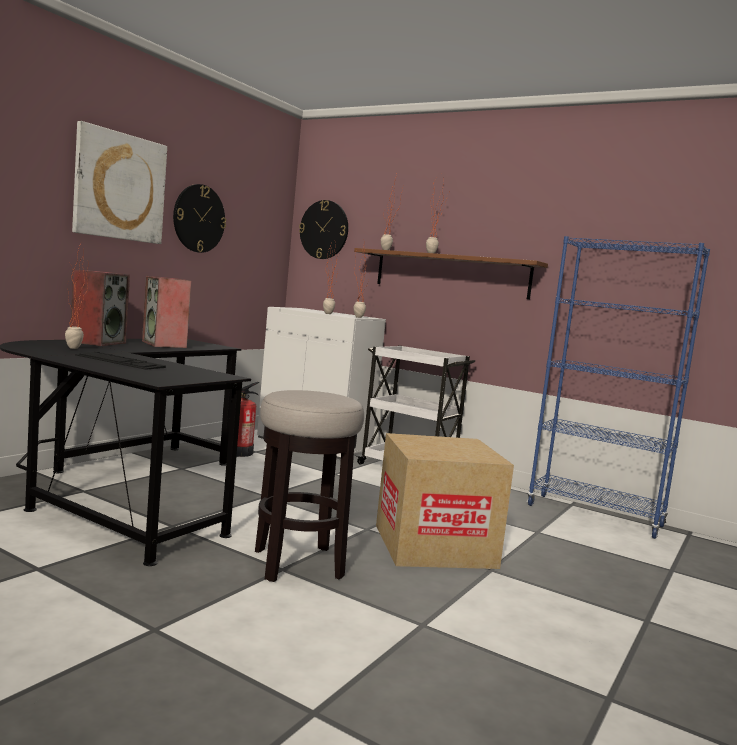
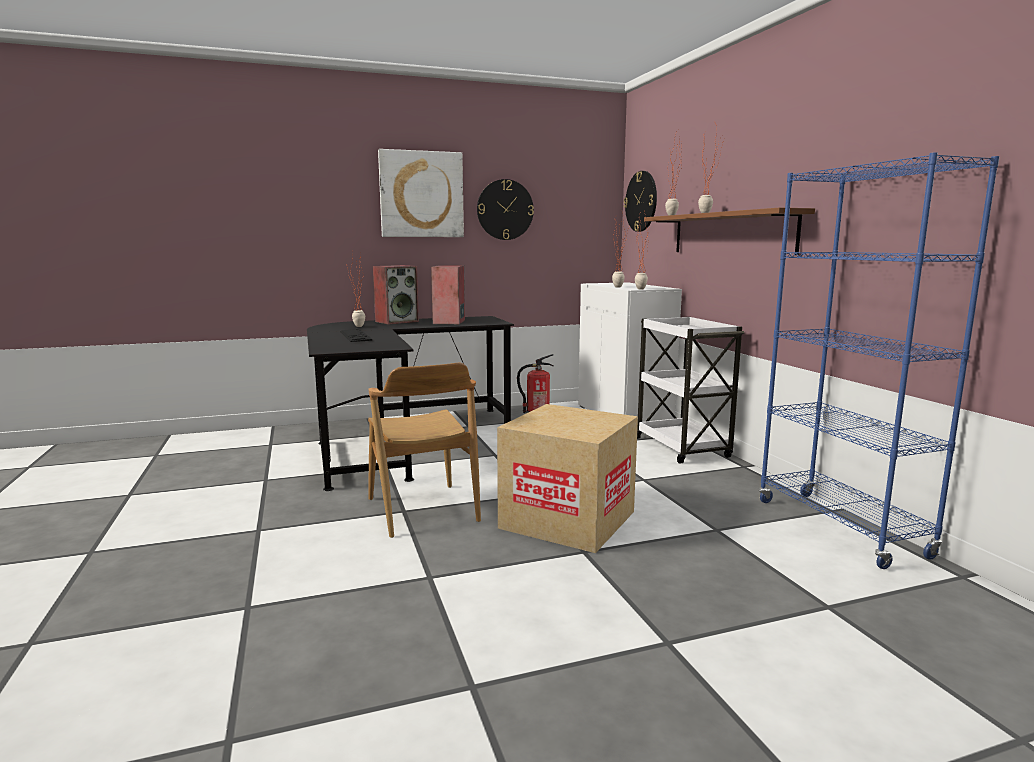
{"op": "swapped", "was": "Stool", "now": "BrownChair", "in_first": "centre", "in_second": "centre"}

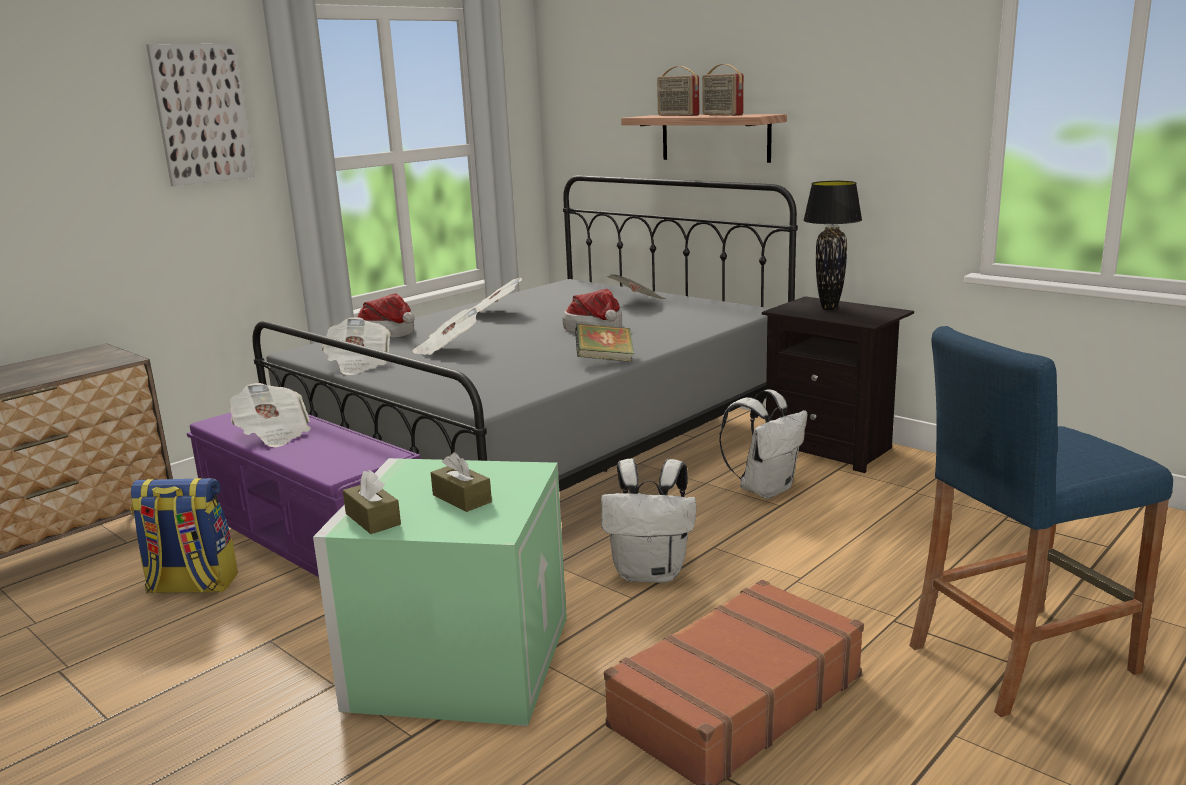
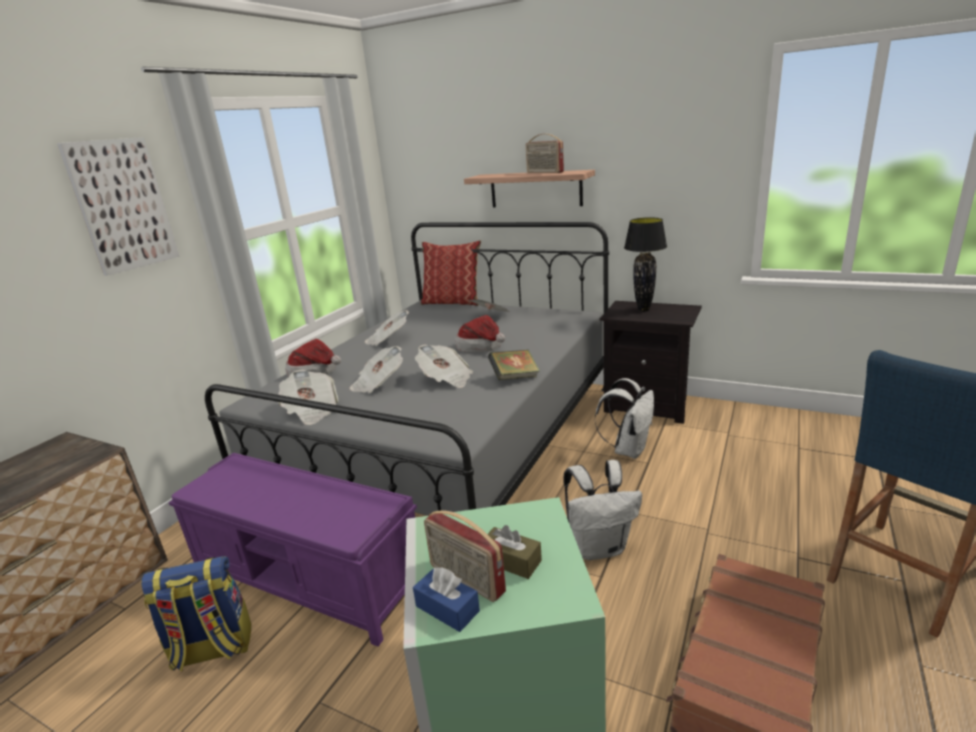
{"op": "new", "now": "Pillow", "in_second": "centre"}
{"op": "shifted", "was": "Newspaper (no. 1 from left in the first image)", "now": "Newspaper (no. 4 from left)", "in_first": "middle left", "in_second": "centre"}
{"op": "shifted", "was": "Radio (no. 1 from left)", "in_first": "top centre", "in_second": "bottom centre"}
{"op": "repainted", "was": "BrownTissueBox (no. 1 from left)", "now": "BlueTissueBox", "in_first": "middle left", "in_second": "bottom centre"}

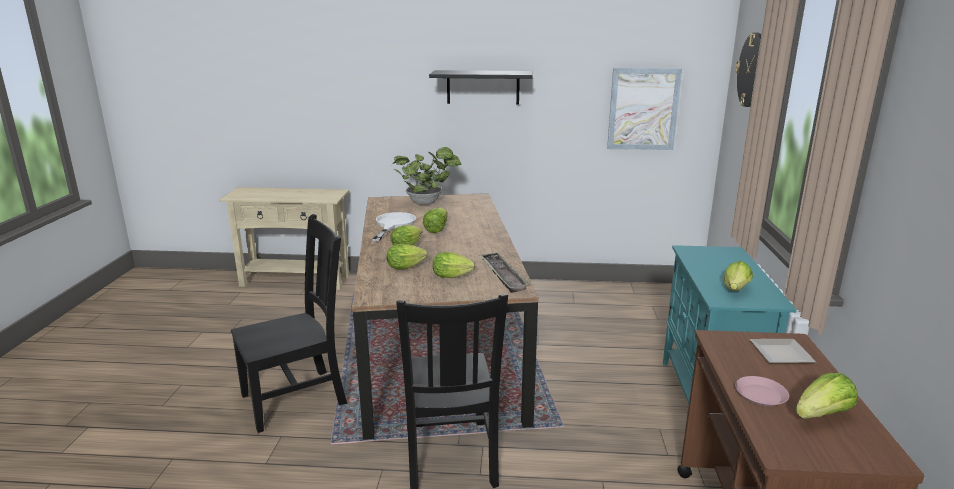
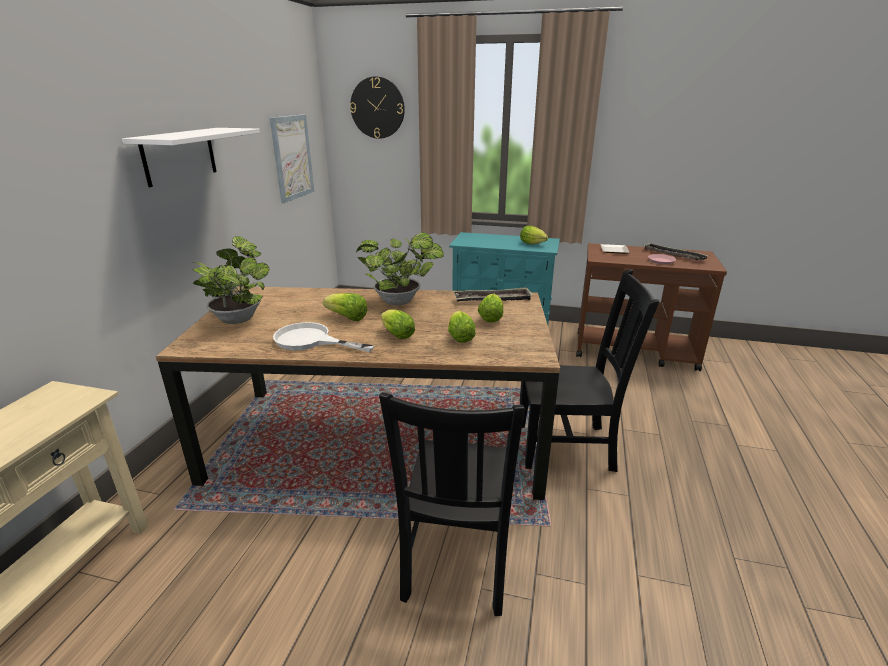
{"op": "new", "now": "PottedPlant (no. 2 from left)", "in_second": "centre"}
{"op": "swapped", "was": "Lettuce (no. 6 from left)", "now": "Tray (no. 2 from left)", "in_first": "bottom right", "in_second": "middle right"}
{"op": "repainted", "was": "BlackShelf", "now": "WhiteShelf", "in_first": "top centre", "in_second": "top left"}
{"op": "rotated", "was": "BlackChair (no. 1 from left)", "in_first": "middle left", "in_second": "bottom centre", "clockwise": -150}

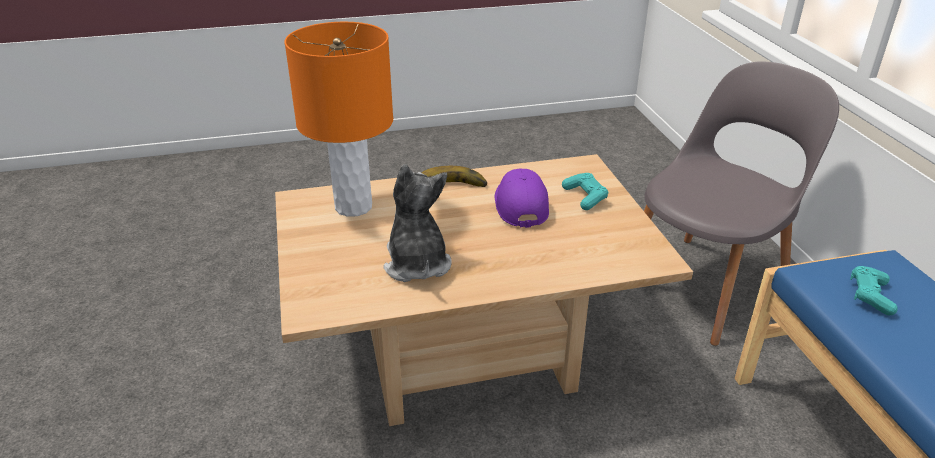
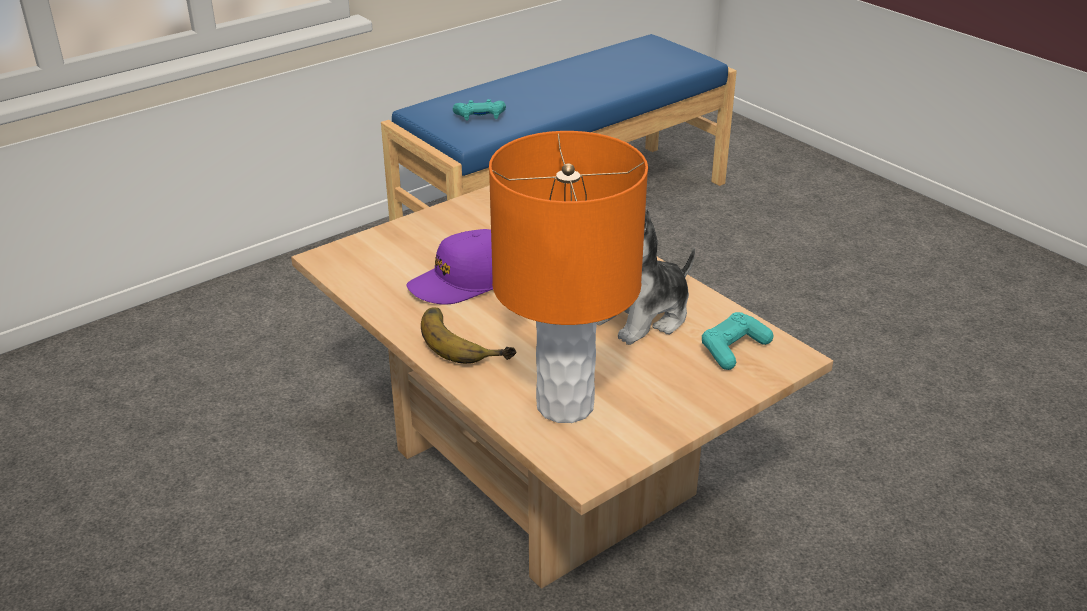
{"op": "gone", "was": "GreyChair", "in_first": "middle right"}
{"op": "shifted", "was": "TurquoiseGameController (no. 1 from left in the first image)", "now": "TurquoiseGameController (no. 2 from left)", "in_first": "centre", "in_second": "middle right"}

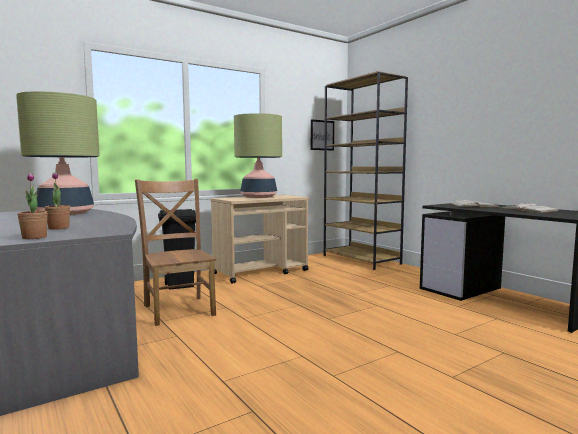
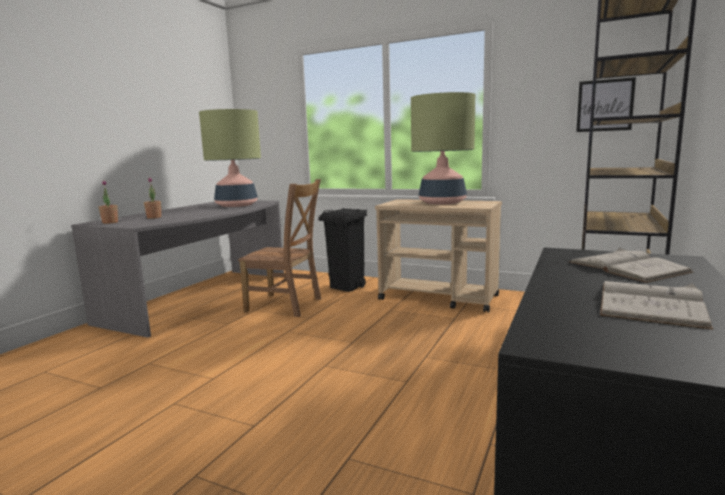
{"op": "rotated", "was": "BrownChair", "in_first": "middle left", "in_second": "centre", "clockwise": 75}

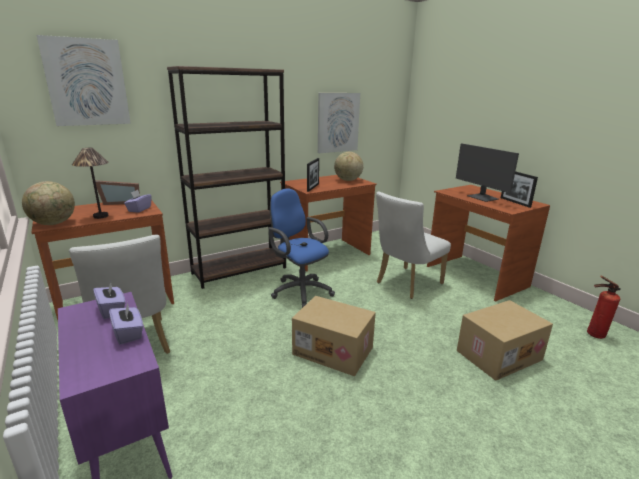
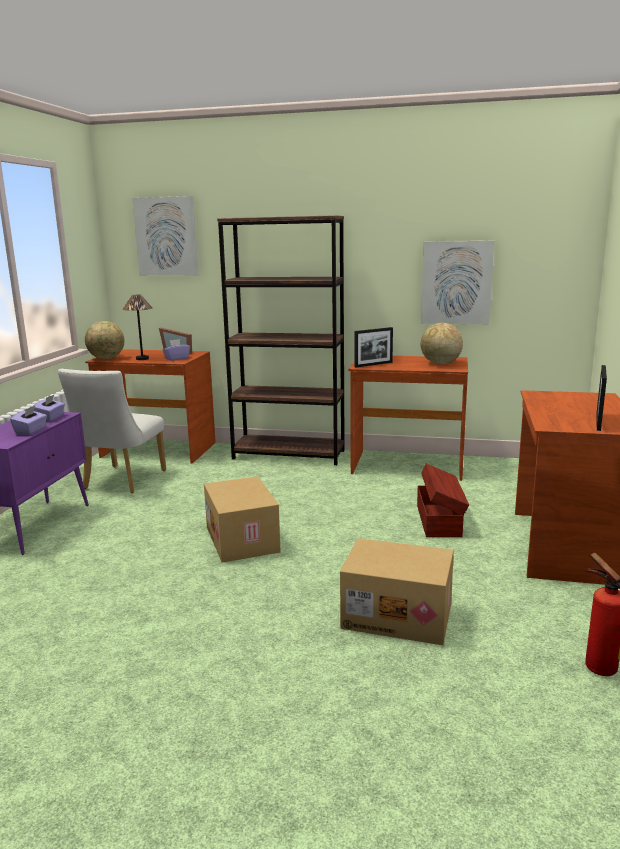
{"op": "gone", "was": "BlueOfficeChair", "in_first": "centre"}
{"op": "gone", "was": "Monitor", "in_first": "middle right"}
{"op": "swapped", "was": "WhiteChair (no. 2 from left)", "now": "BrownStorageBox", "in_first": "centre", "in_second": "middle right"}

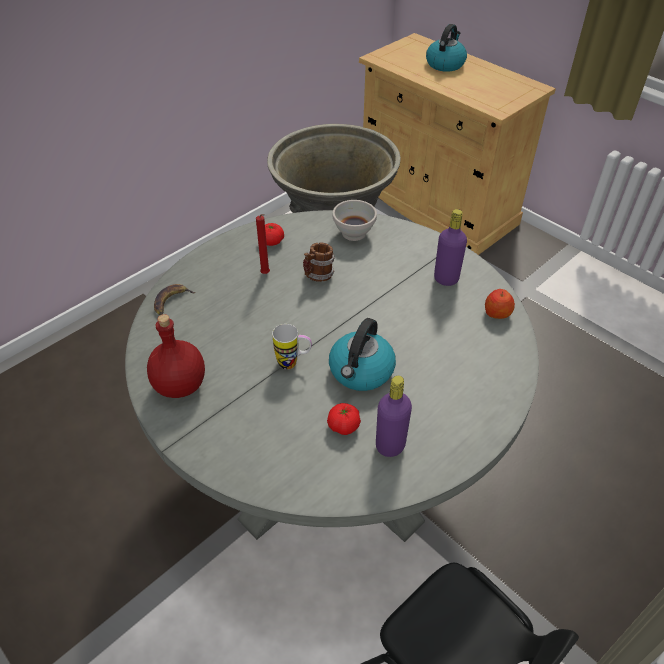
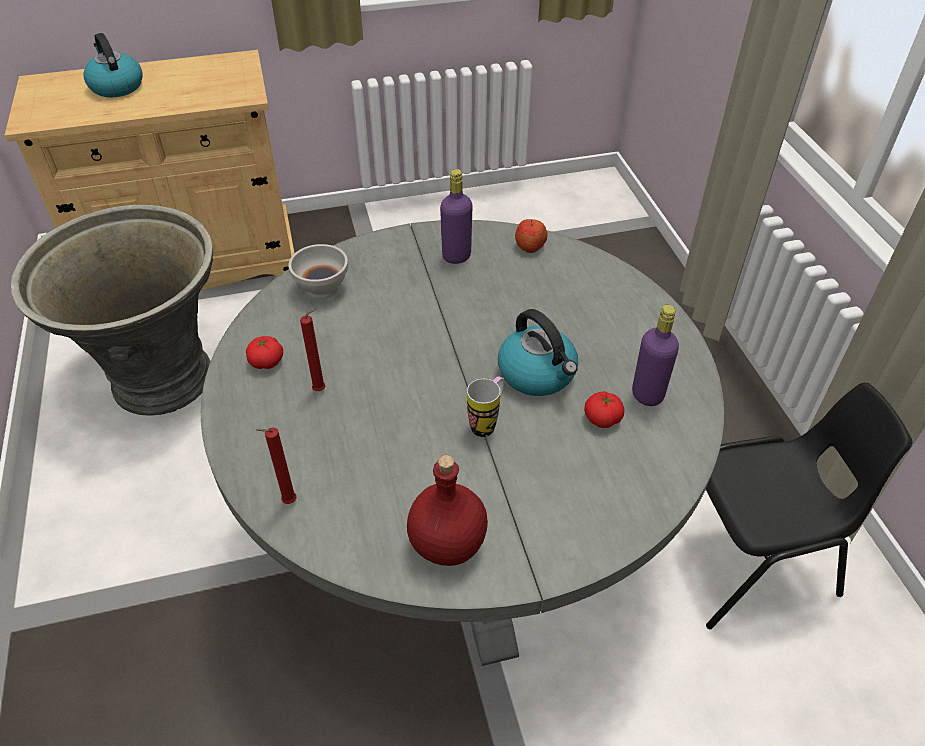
{"op": "gone", "was": "Mug (no. 2 from left)", "in_first": "centre"}
{"op": "swapped", "was": "Banana", "now": "RedCandle (no. 1 from left)", "in_first": "middle left", "in_second": "middle left"}

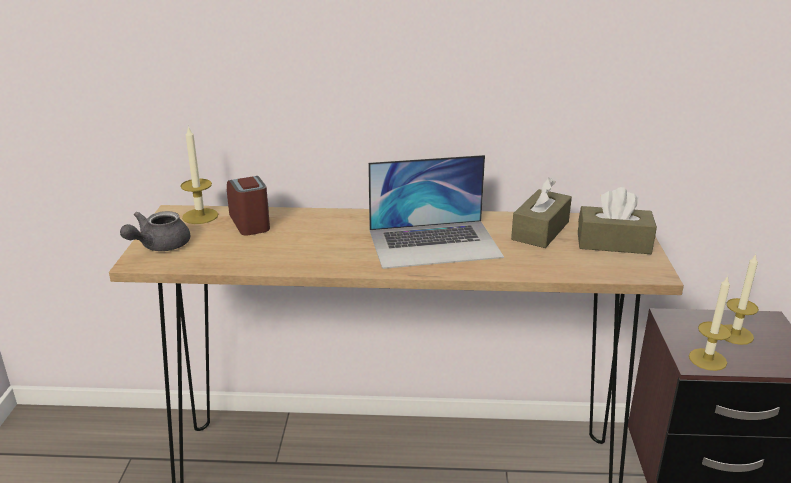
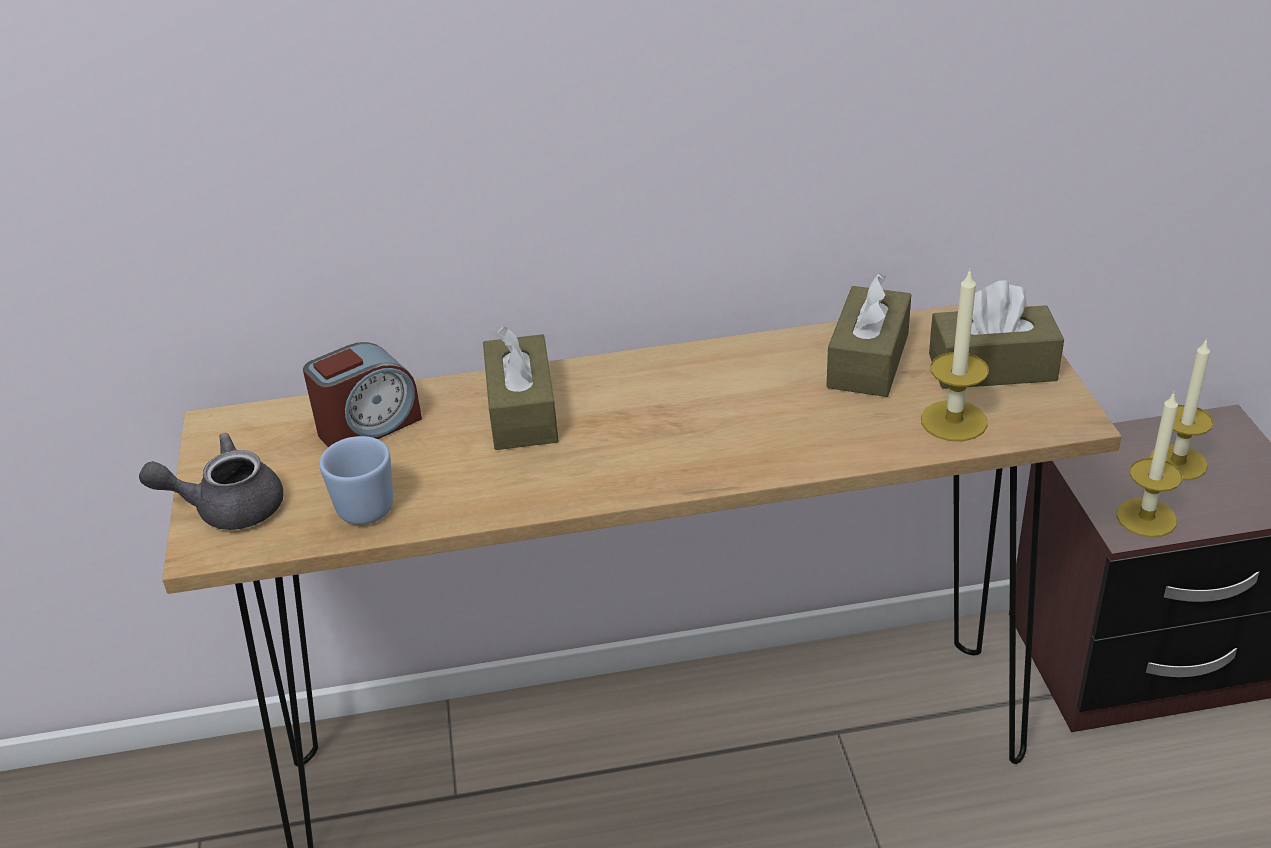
{"op": "gone", "was": "Laptop", "in_first": "centre"}
{"op": "new", "now": "BlueMug", "in_second": "middle left"}
{"op": "new", "now": "BrownTissueBox (no. 1 from left)", "in_second": "centre"}
{"op": "shifted", "was": "Candle (no. 1 from left)", "in_first": "middle left", "in_second": "middle right"}
{"op": "rotated", "was": "GreyTeapot", "in_first": "middle left", "in_second": "middle left", "clockwise": 60}
{"op": "rotated", "was": "AlarmClock", "in_first": "middle left", "in_second": "middle left", "clockwise": 90}

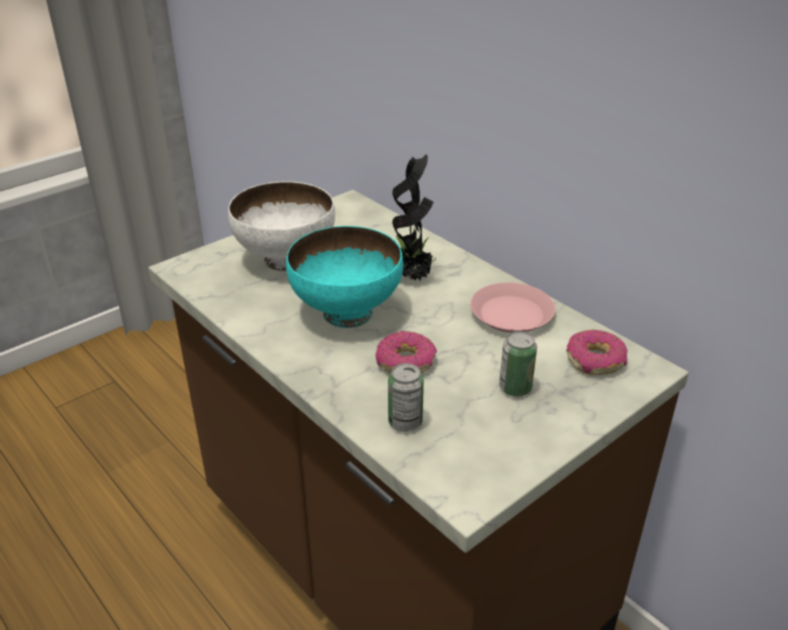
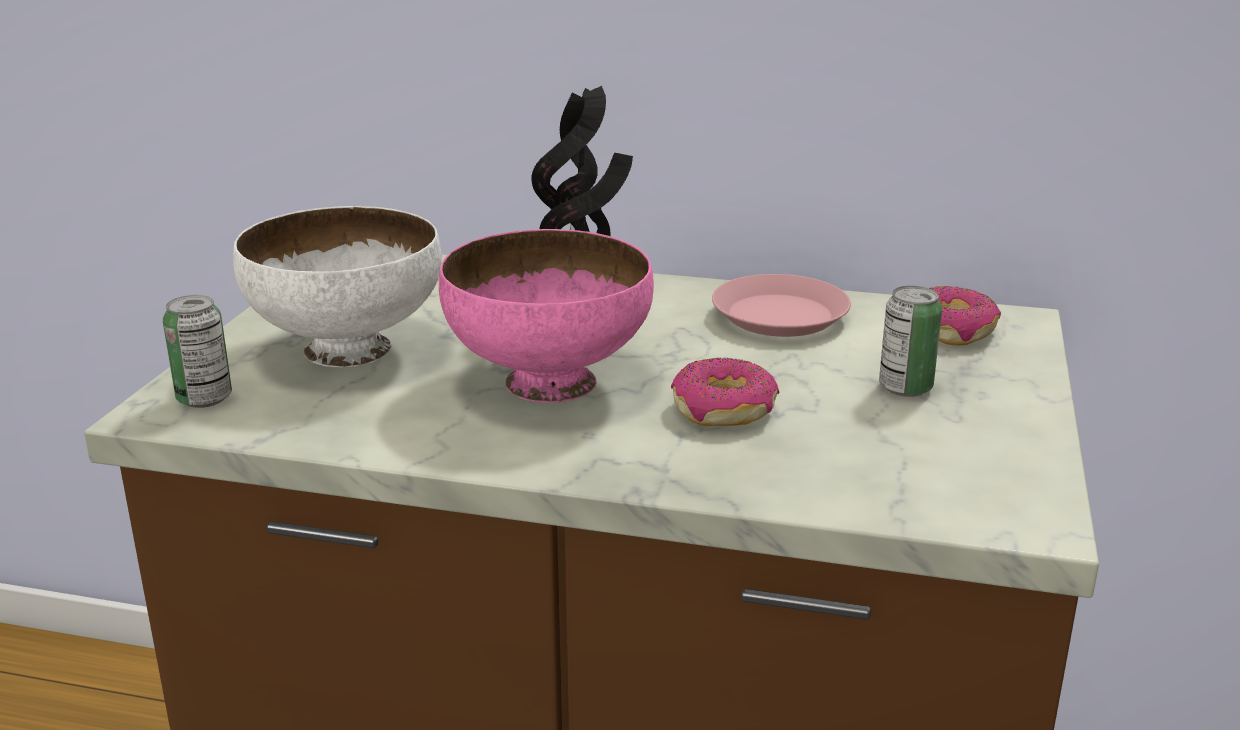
{"op": "shifted", "was": "Can (no. 1 from left)", "in_first": "centre", "in_second": "middle left"}
{"op": "repainted", "was": "TurquoiseBowl", "now": "PinkBowl", "in_first": "centre", "in_second": "centre"}

